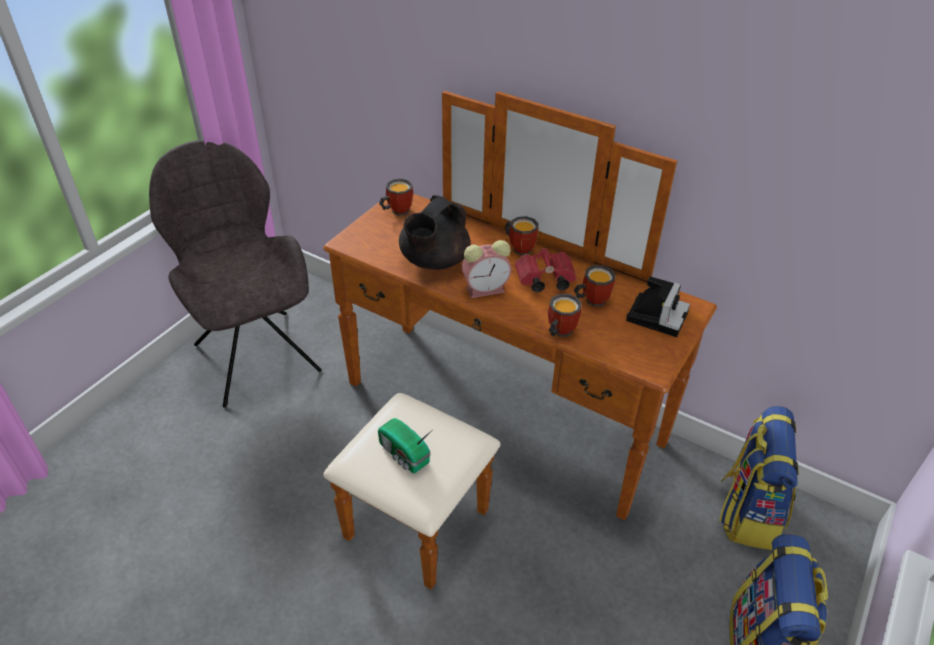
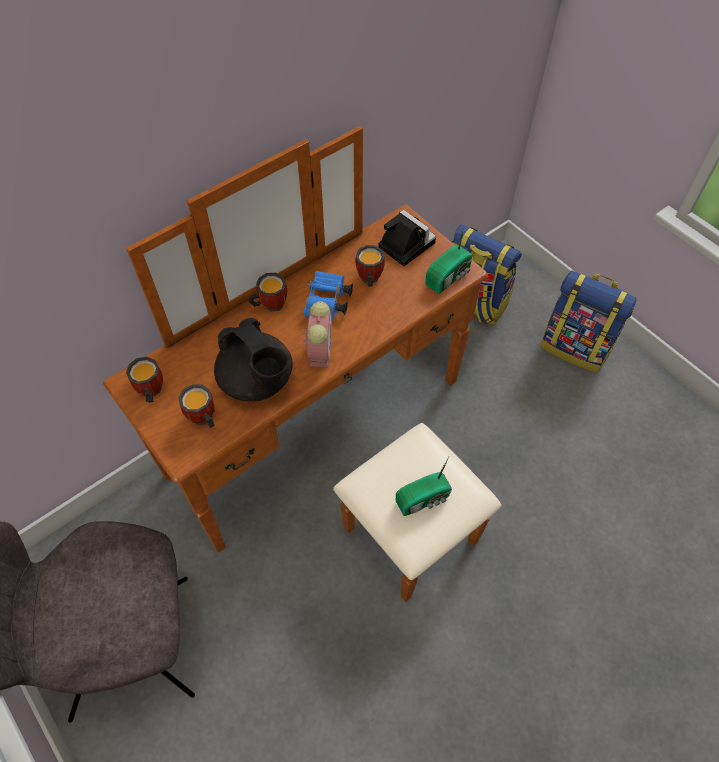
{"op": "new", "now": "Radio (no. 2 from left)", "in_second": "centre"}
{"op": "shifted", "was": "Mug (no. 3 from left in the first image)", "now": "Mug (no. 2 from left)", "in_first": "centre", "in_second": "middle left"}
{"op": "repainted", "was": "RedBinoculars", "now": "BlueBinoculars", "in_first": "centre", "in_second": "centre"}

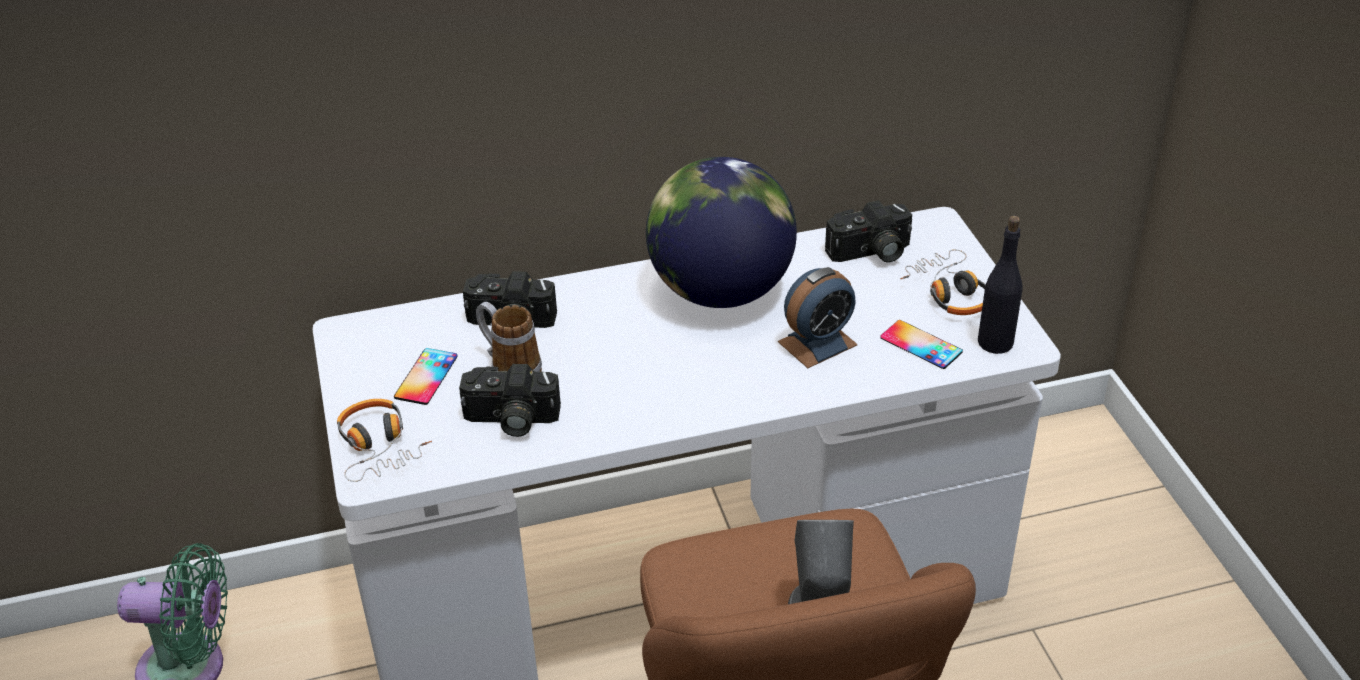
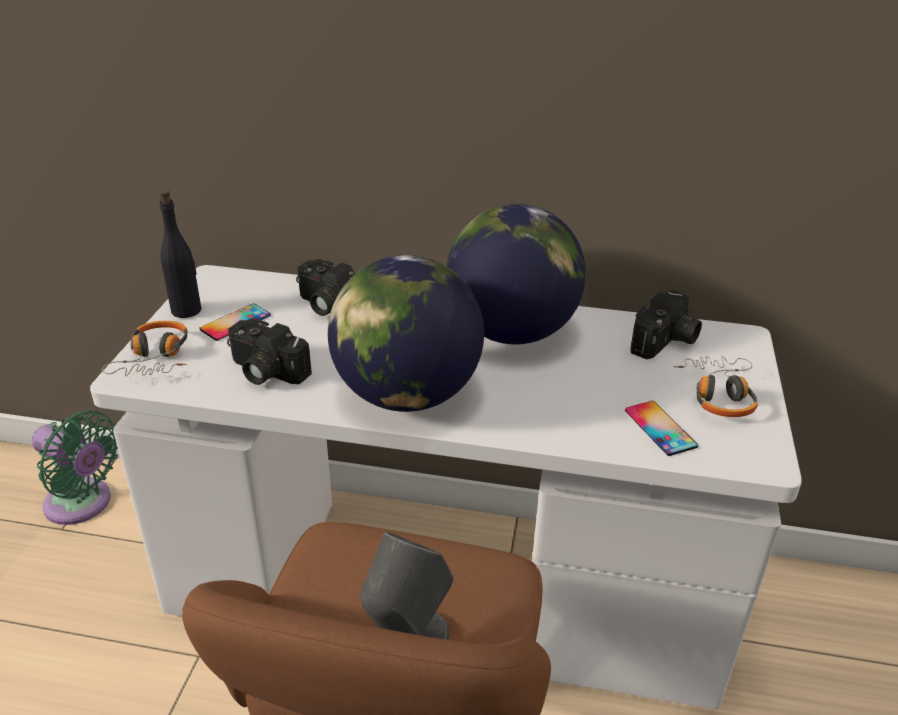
{"op": "gone", "was": "Mug", "in_first": "centre"}
{"op": "gone", "was": "AlarmClock", "in_first": "centre"}
{"op": "new", "now": "Globe (no. 1 from left)", "in_second": "centre"}
{"op": "shifted", "was": "BlackBottle", "in_first": "middle right", "in_second": "middle left"}
{"op": "rotated", "was": "PhotoCamera (no. 3 from left)", "in_first": "centre", "in_second": "middle right", "clockwise": -60}

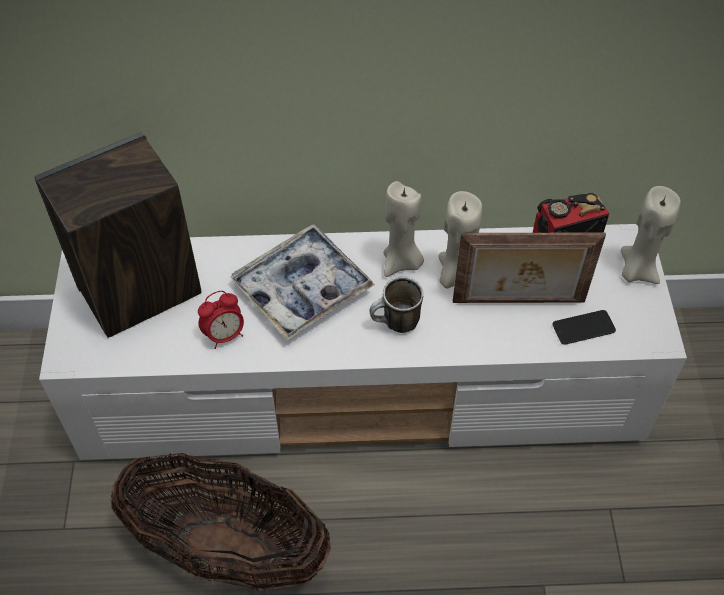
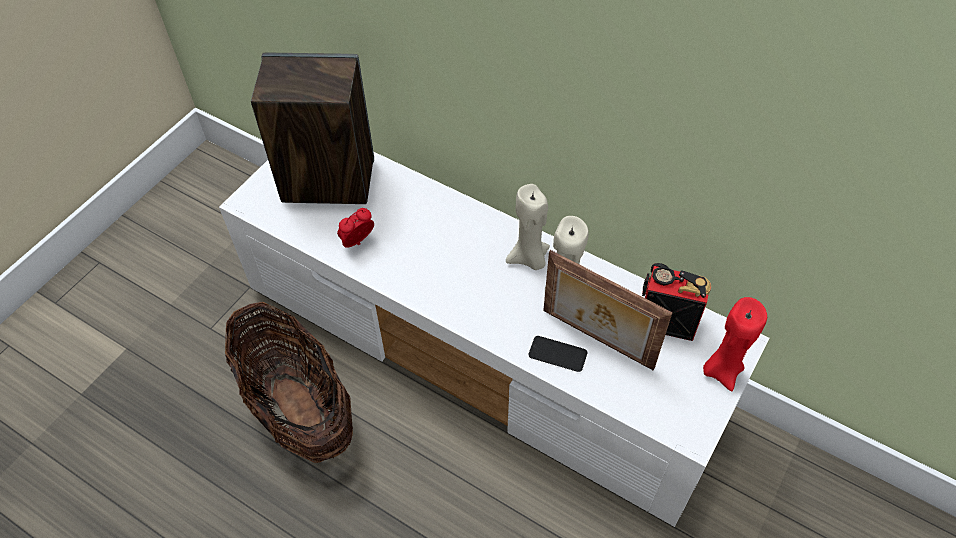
{"op": "gone", "was": "Tray", "in_first": "centre"}
{"op": "gone", "was": "Mug", "in_first": "centre"}
{"op": "shifted", "was": "Phone", "in_first": "middle right", "in_second": "centre"}
{"op": "repainted", "was": "BeigeCandle (no. 3 from left)", "now": "RedCandle", "in_first": "middle right", "in_second": "middle right"}
{"op": "rotated", "was": "AlarmClock", "in_first": "middle left", "in_second": "centre", "clockwise": 135}

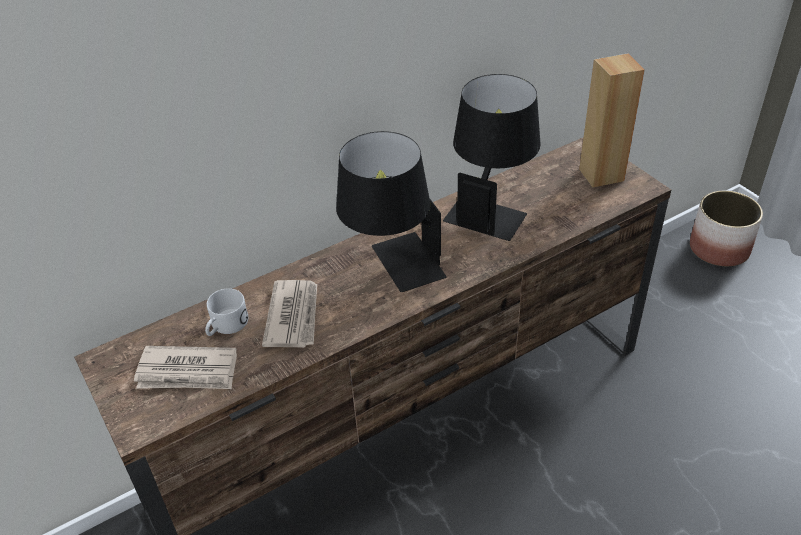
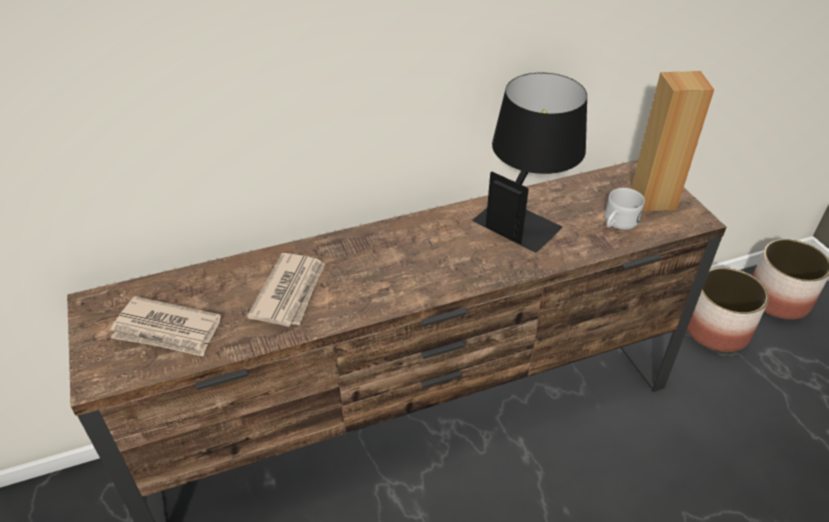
{"op": "gone", "was": "BlackTableLamp (no. 1 from left)", "in_first": "centre"}
{"op": "new", "now": "Planter (no. 1 from left)", "in_second": "middle right"}
{"op": "shifted", "was": "WhiteMug", "in_first": "middle left", "in_second": "middle right"}

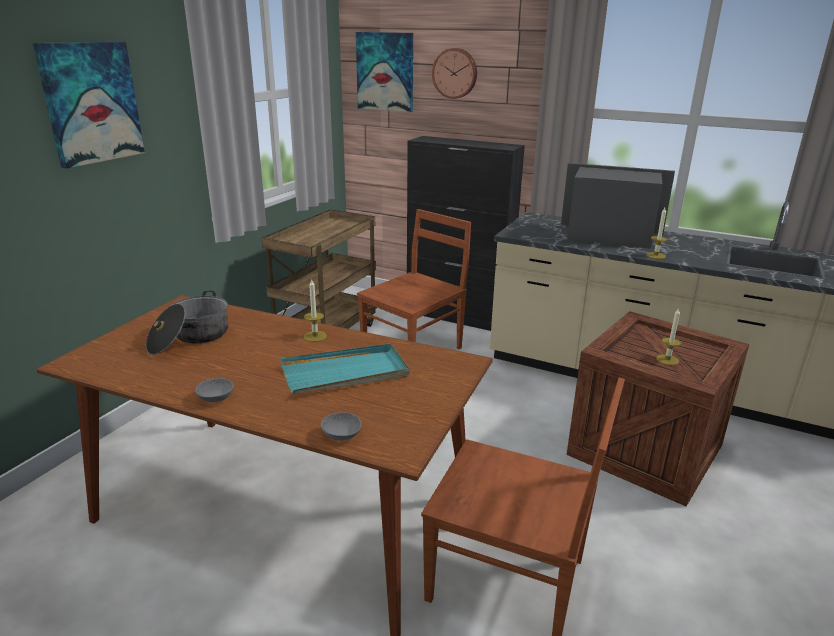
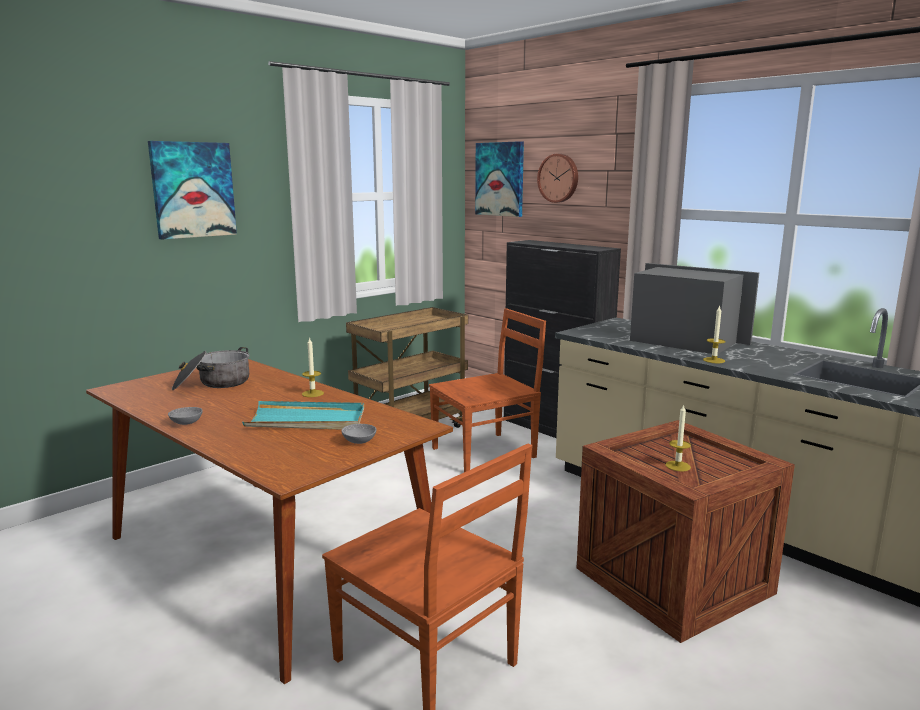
{"op": "shifted", "was": "GreyBowl (no. 2 from left)", "in_first": "bottom centre", "in_second": "centre"}

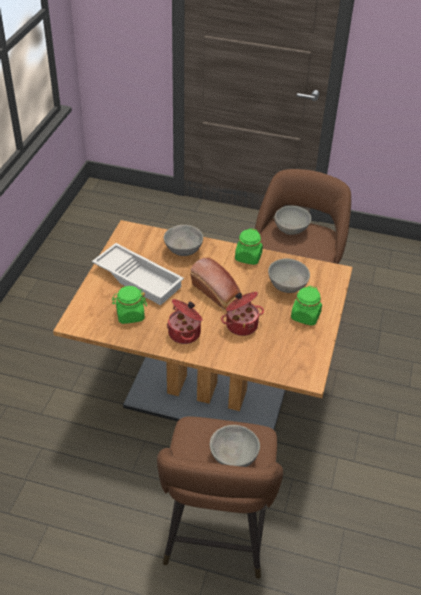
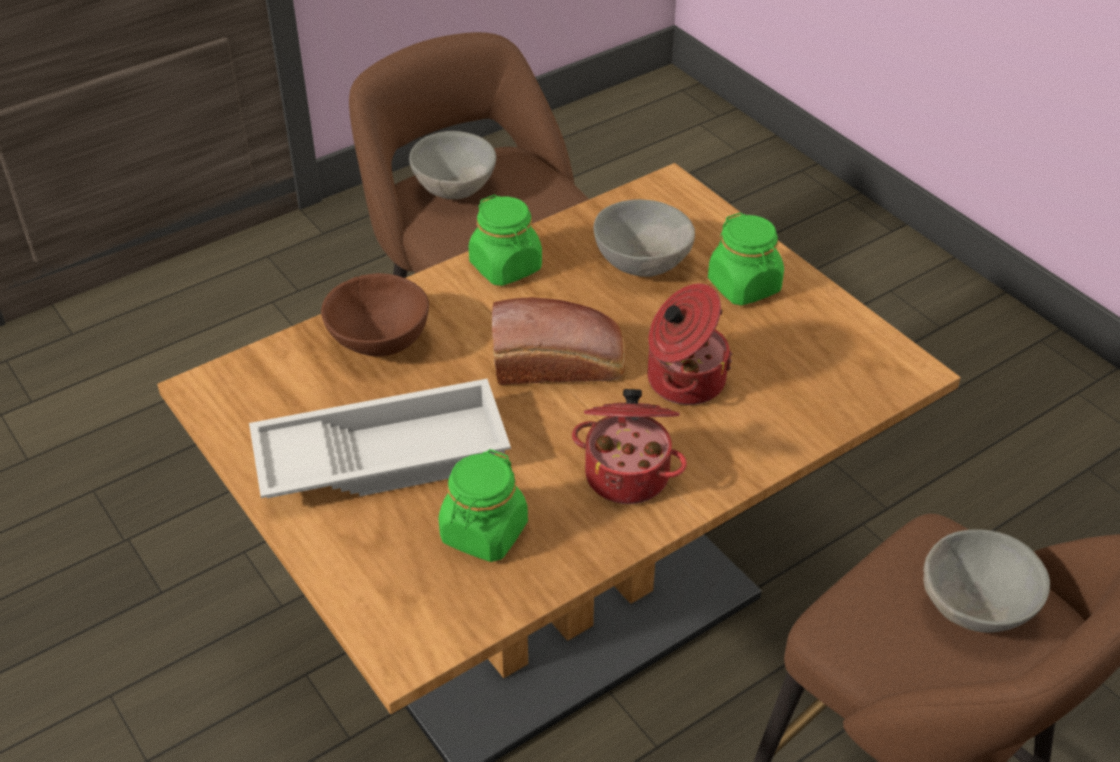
{"op": "repainted", "was": "GreyBowl (no. 1 from left)", "now": "BrownBowl", "in_first": "centre", "in_second": "centre"}

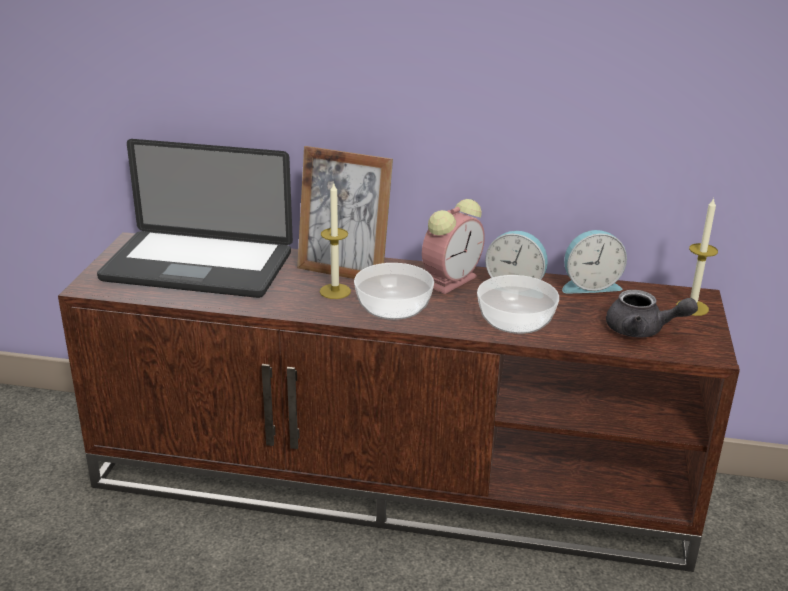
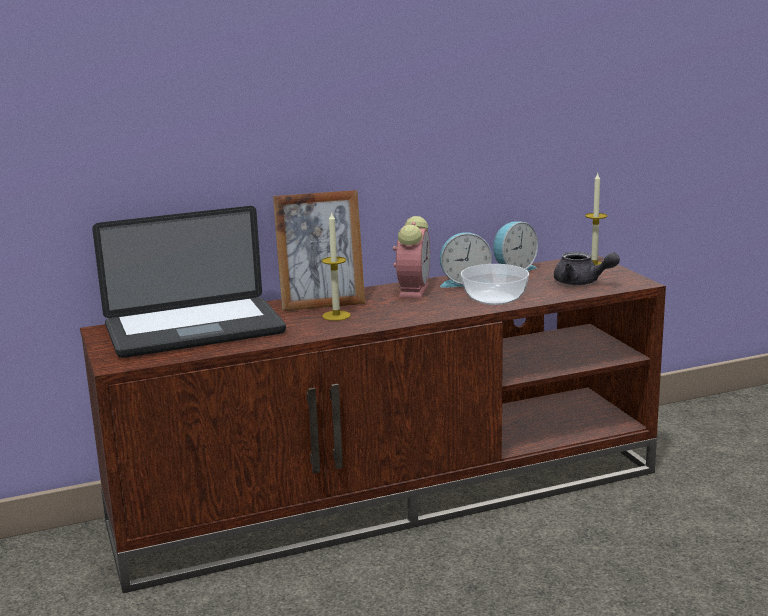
{"op": "gone", "was": "Bowl (no. 1 from left)", "in_first": "centre"}
{"op": "rotated", "was": "GreyTeapot", "in_first": "middle right", "in_second": "middle right", "clockwise": 45}

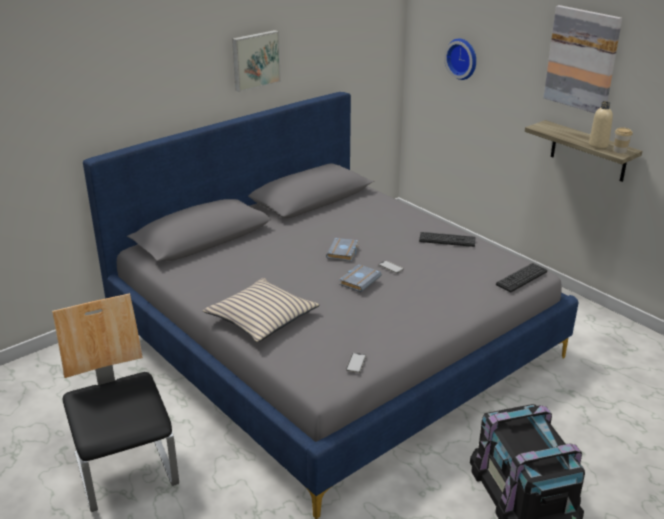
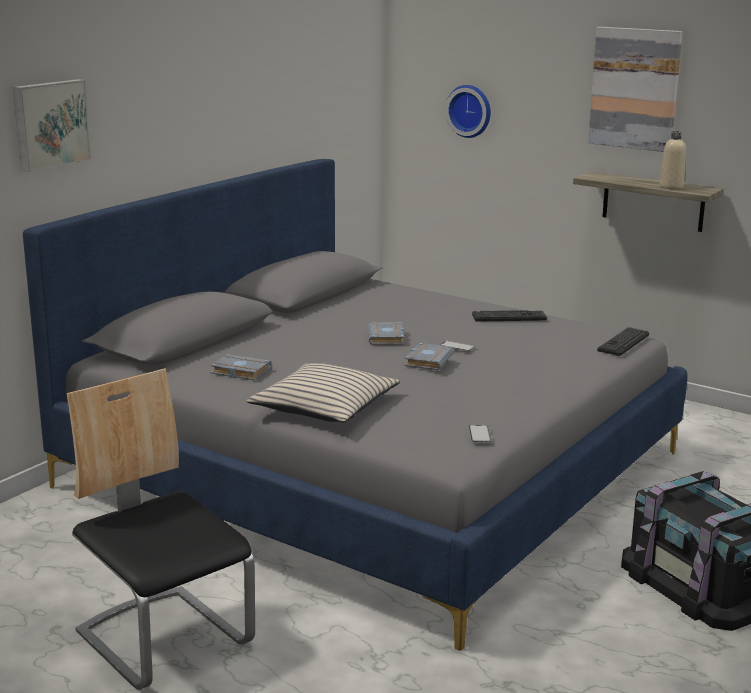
{"op": "gone", "was": "Cup", "in_first": "top right"}
{"op": "new", "now": "GreyBook (no. 1 from left)", "in_second": "middle left"}
{"op": "shifted", "was": "Picture (no. 1 from left)", "in_first": "top centre", "in_second": "top left"}

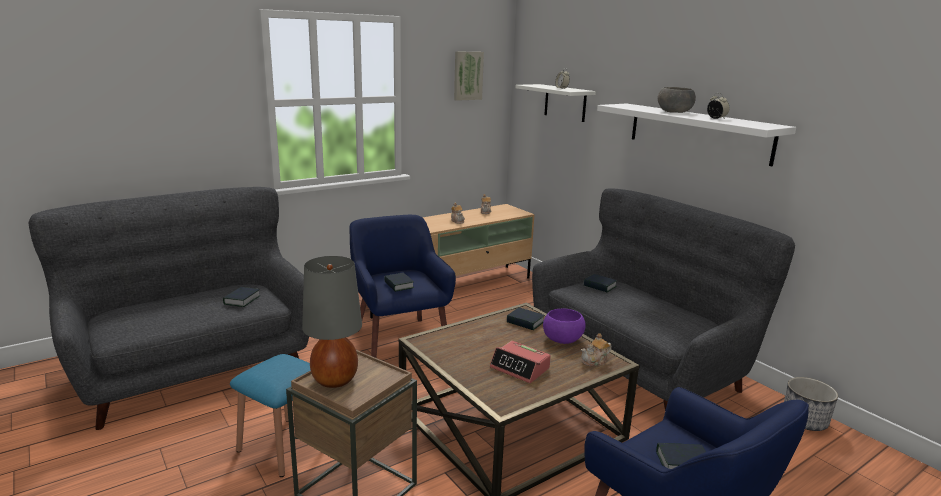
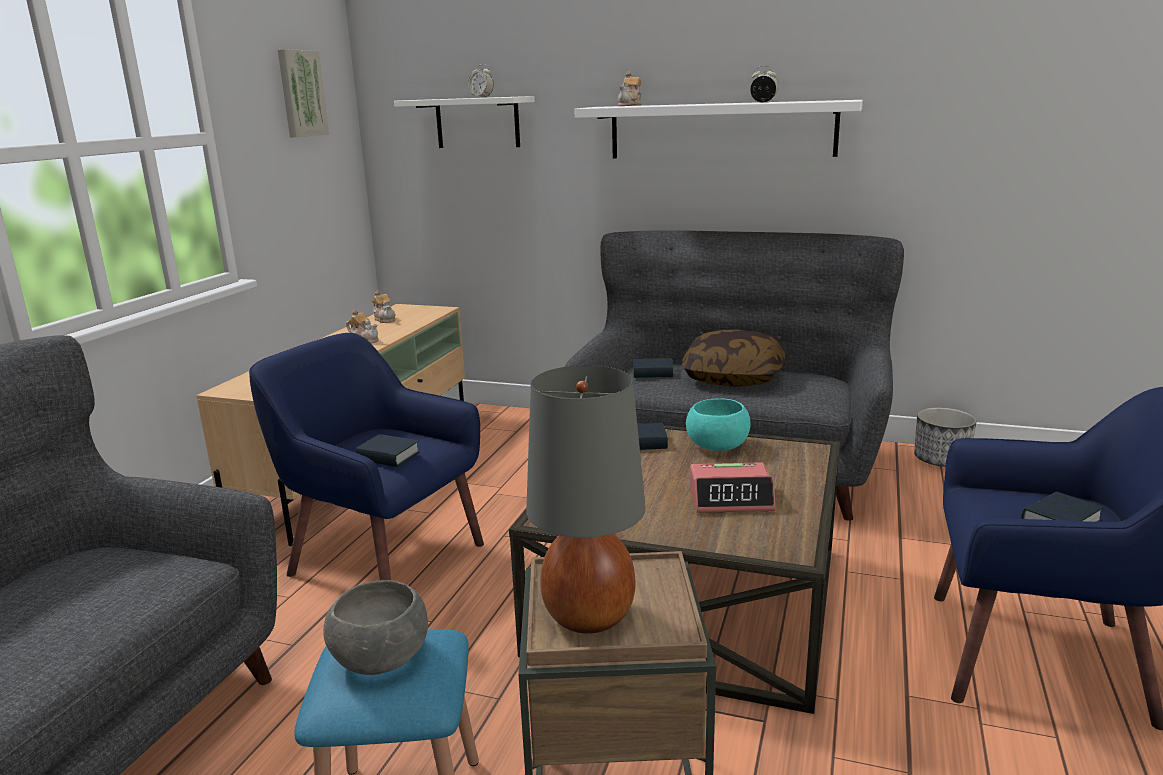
{"op": "gone", "was": "Book (no. 1 from left)", "in_first": "middle left"}
{"op": "new", "now": "Pillow", "in_second": "centre"}
{"op": "shifted", "was": "Teapot (no. 3 from left)", "in_first": "bottom centre", "in_second": "top centre"}
{"op": "shifted", "was": "GreyBowl", "in_first": "top right", "in_second": "bottom left"}
{"op": "repainted", "was": "PurpleBowl", "now": "TurquoiseBowl", "in_first": "centre", "in_second": "centre"}

